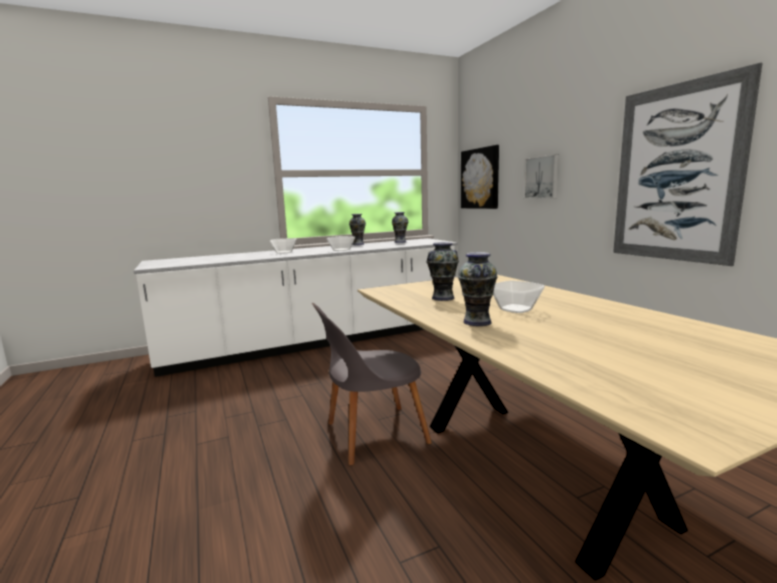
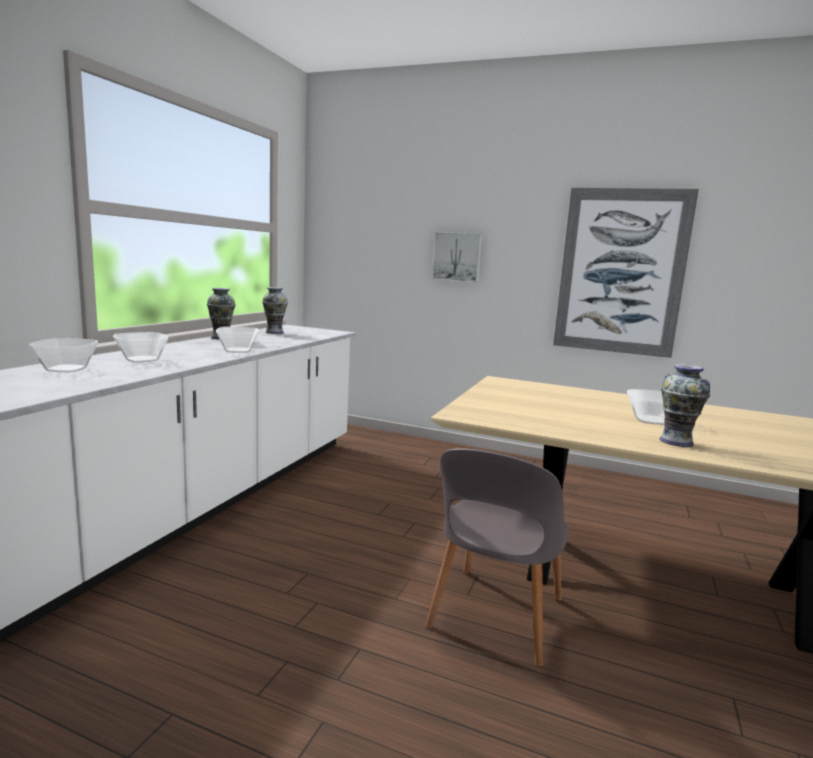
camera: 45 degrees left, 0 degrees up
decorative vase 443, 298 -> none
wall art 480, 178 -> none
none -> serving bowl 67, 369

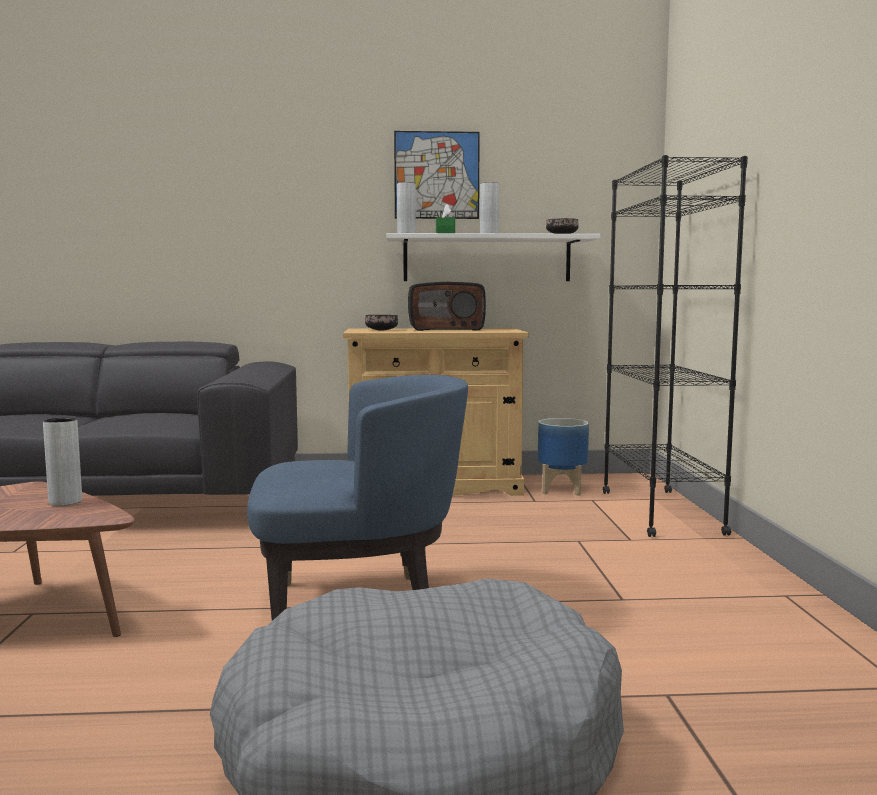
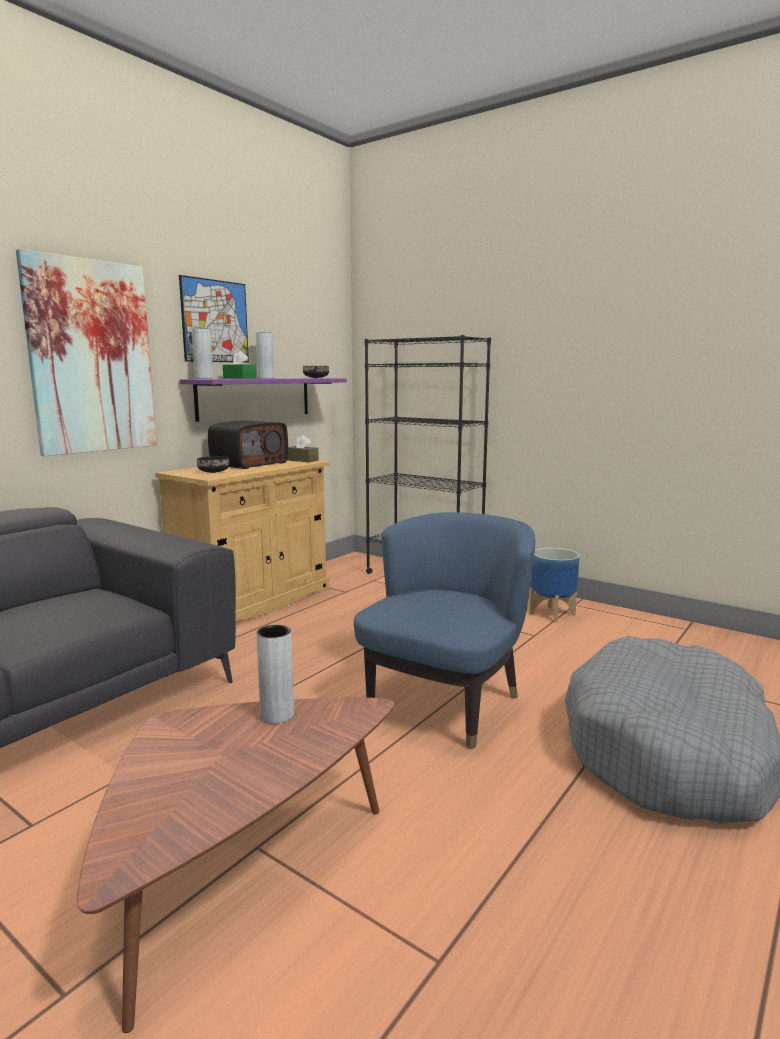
camera: 50 degrees left, 5 degrees up
wall shelf (white-coloured) 487, 259 -> wall shelf (purplish) 255, 398
flower pot 562, 490 -> flower pot 552, 613, move
none -> wall art 91, 357
none -> box of tissues (brownish) 302, 460

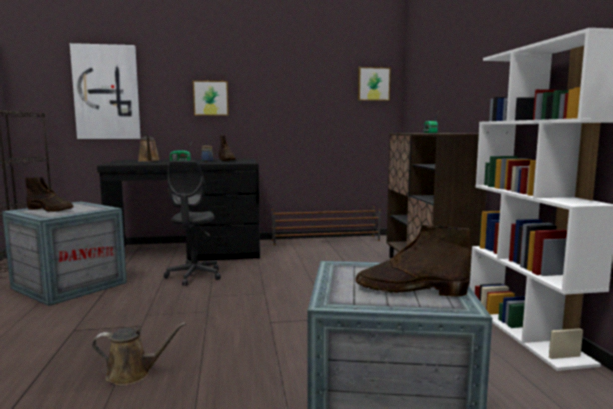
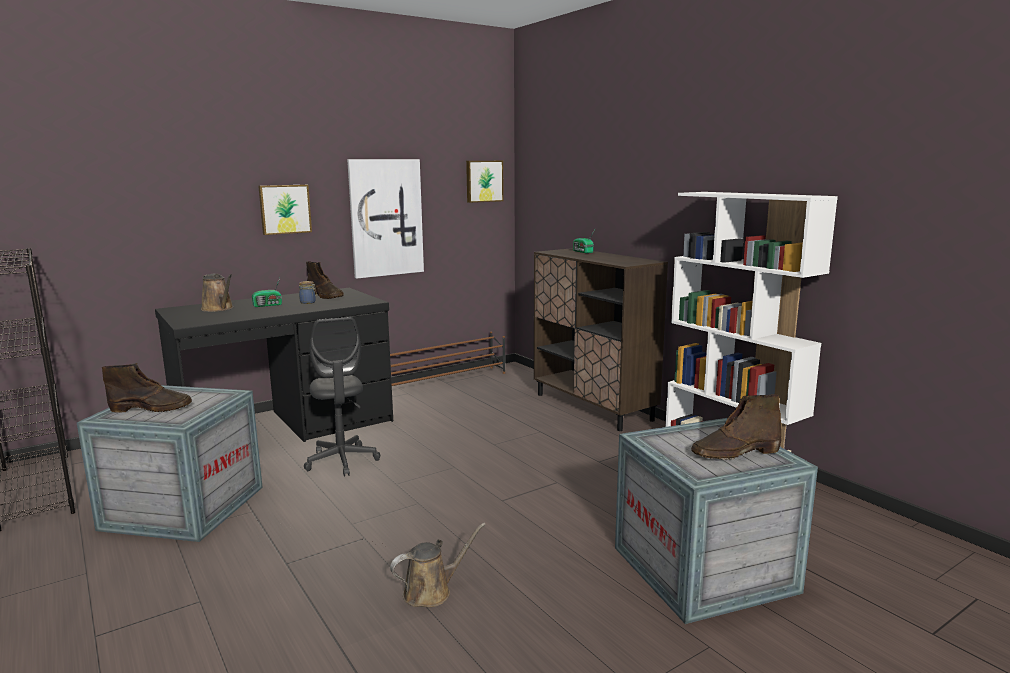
camera: 25 degrees left, 5 degrees up
wall art 106, 92 -> wall art 386, 218, move

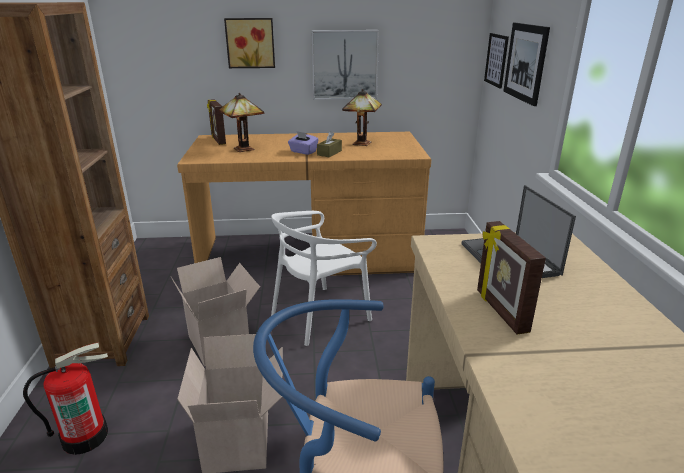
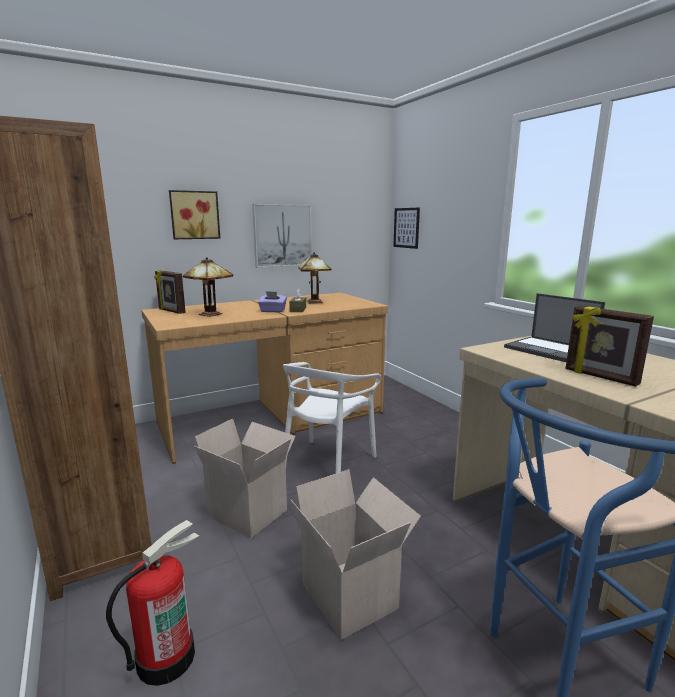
camera: 25 degrees left, 10 degrees down
wall art 525, 62 -> none

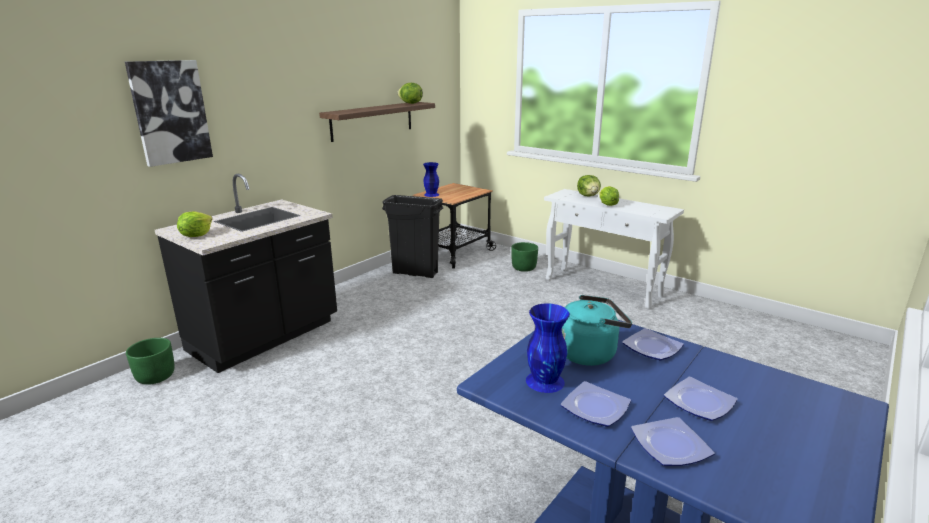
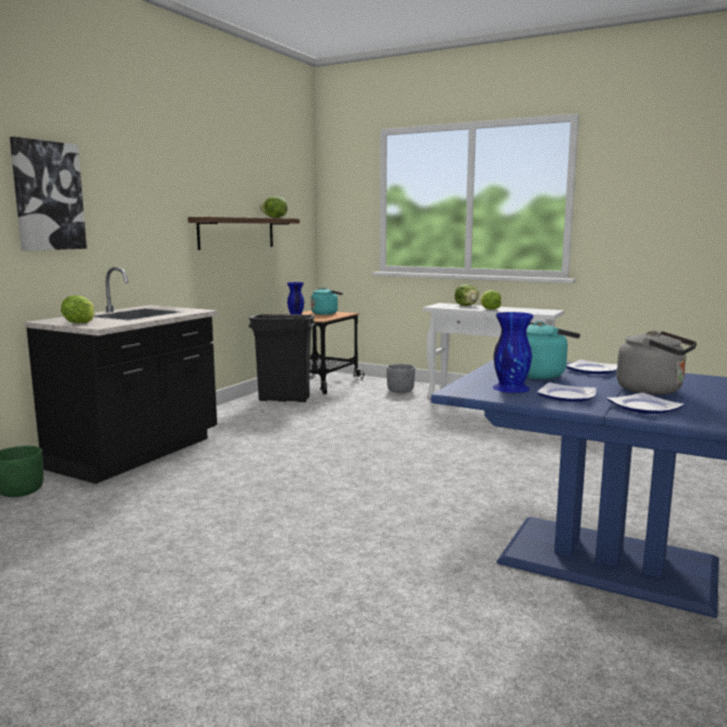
camera: 10 degrees left, 10 degrees down
flower pot (greenish) 524, 268 -> flower pot (grey) 400, 391
flat dish 699, 403 -> kettle (grey) 653, 390
none -> kettle (turquoise) 326, 313

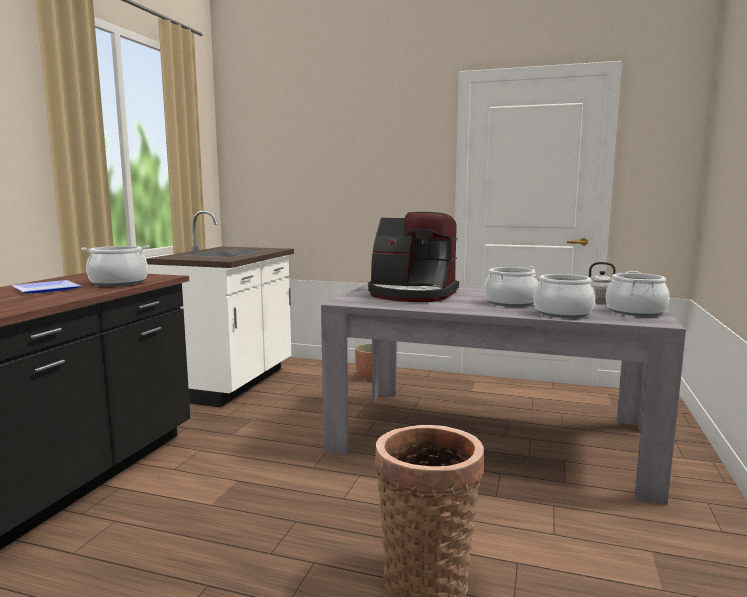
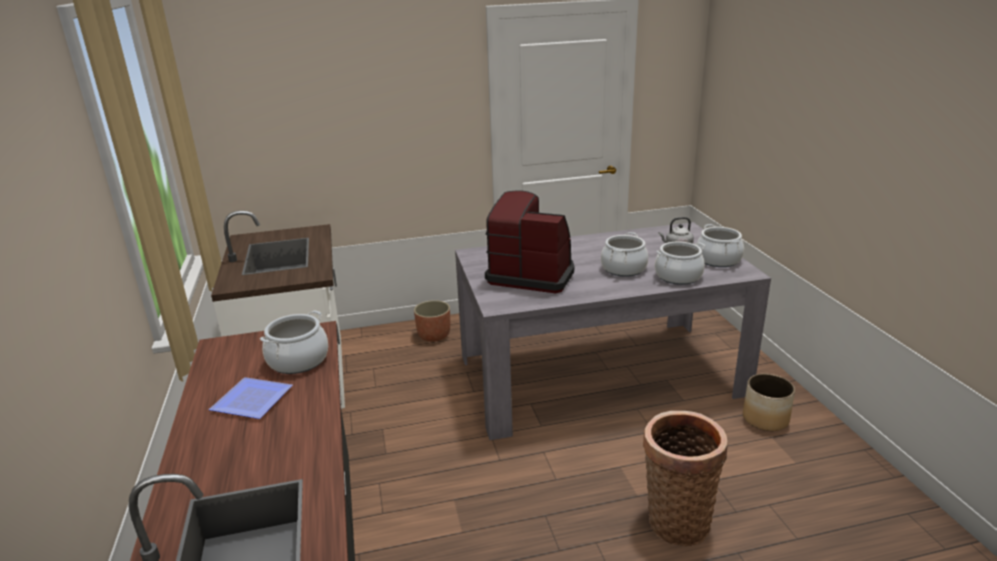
camera: 30 degrees left, 15 degrees up
coffee machine 412, 294 -> coffee machine 531, 275, 150 degrees counterclockwise
none -> flower pot 765, 419

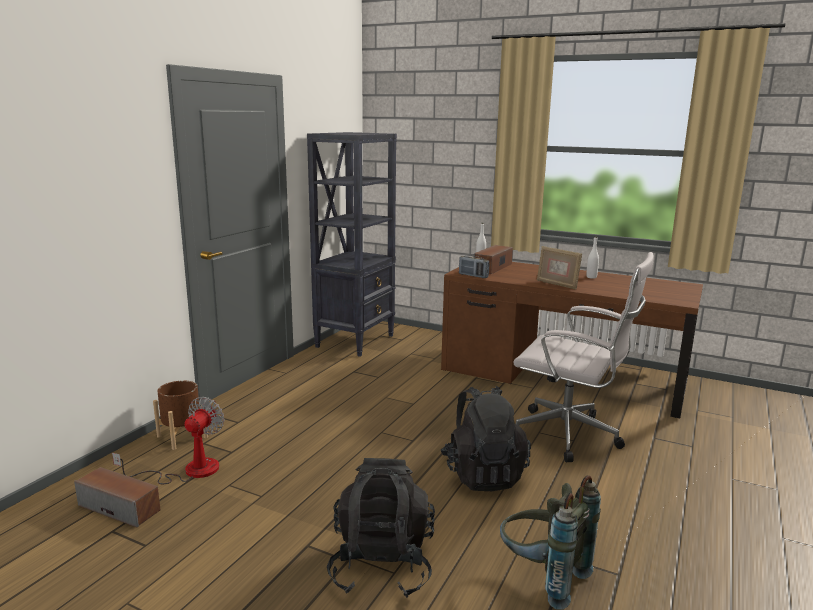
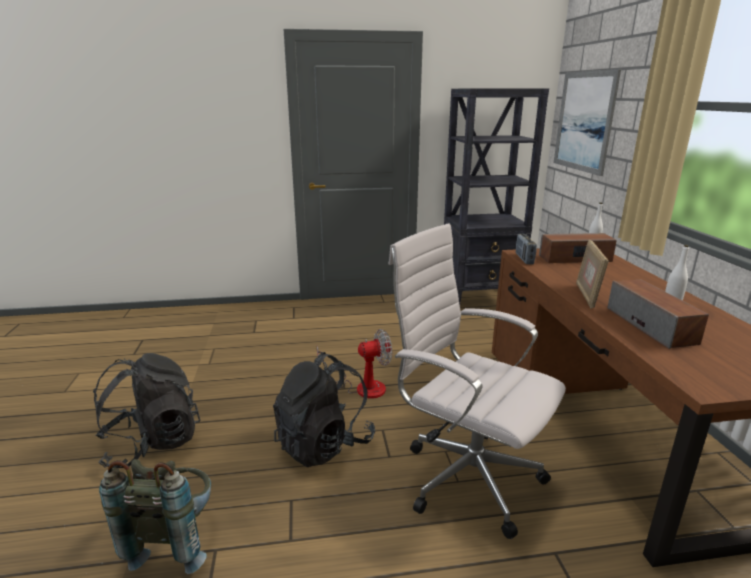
camera: 55 degrees right, 5 degrees up
audio speaker 119, 507 -> audio speaker 651, 325, move
fan 188, 471 -> fan 362, 386, move
flower pot (brownish) 182, 436 -> none
computer chair (white-coloured) 571, 436 -> computer chair (white-coloured) 465, 476, 135 degrees clockwise
none -> wall art 584, 121

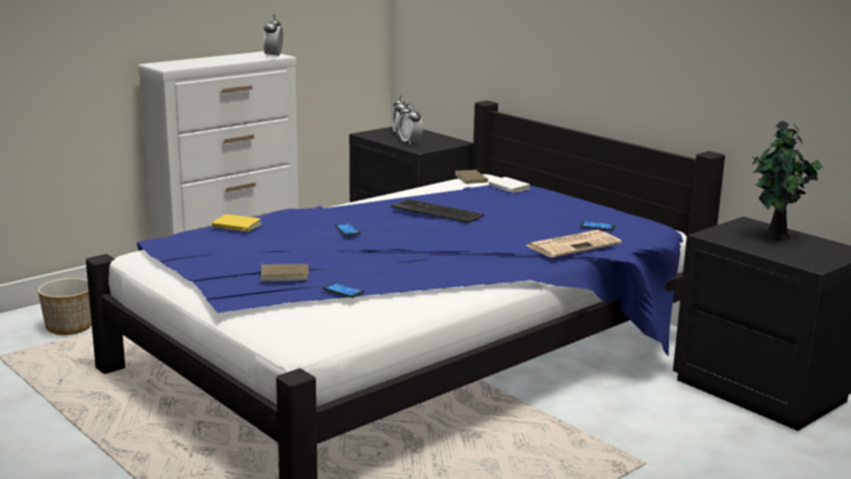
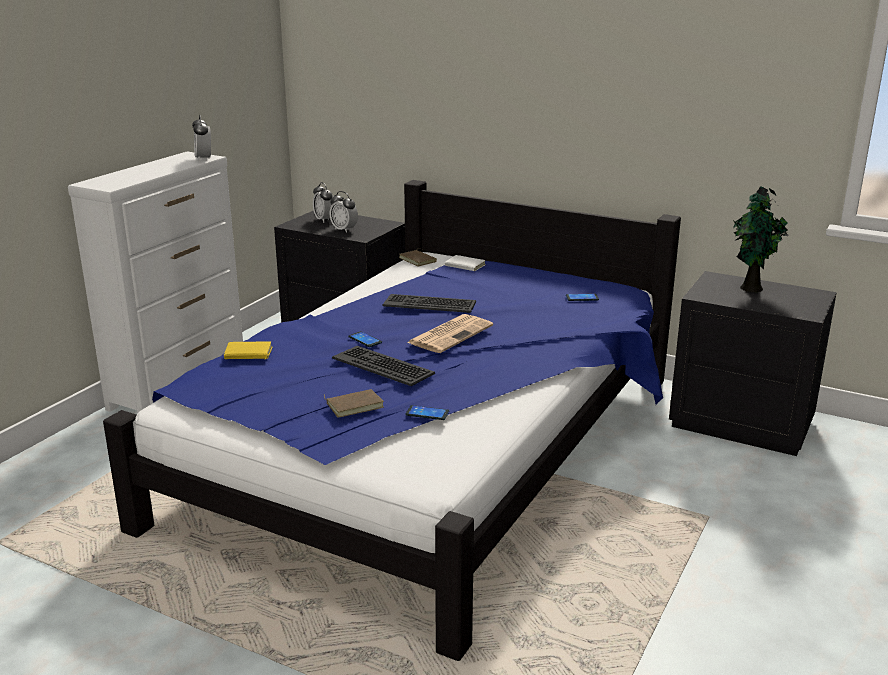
camera: 20 degrees left, 5 degrees up
flower pot 68, 327 -> none
printed paper 573, 245 -> printed paper 450, 334, move
none -> computer keyboard 383, 366

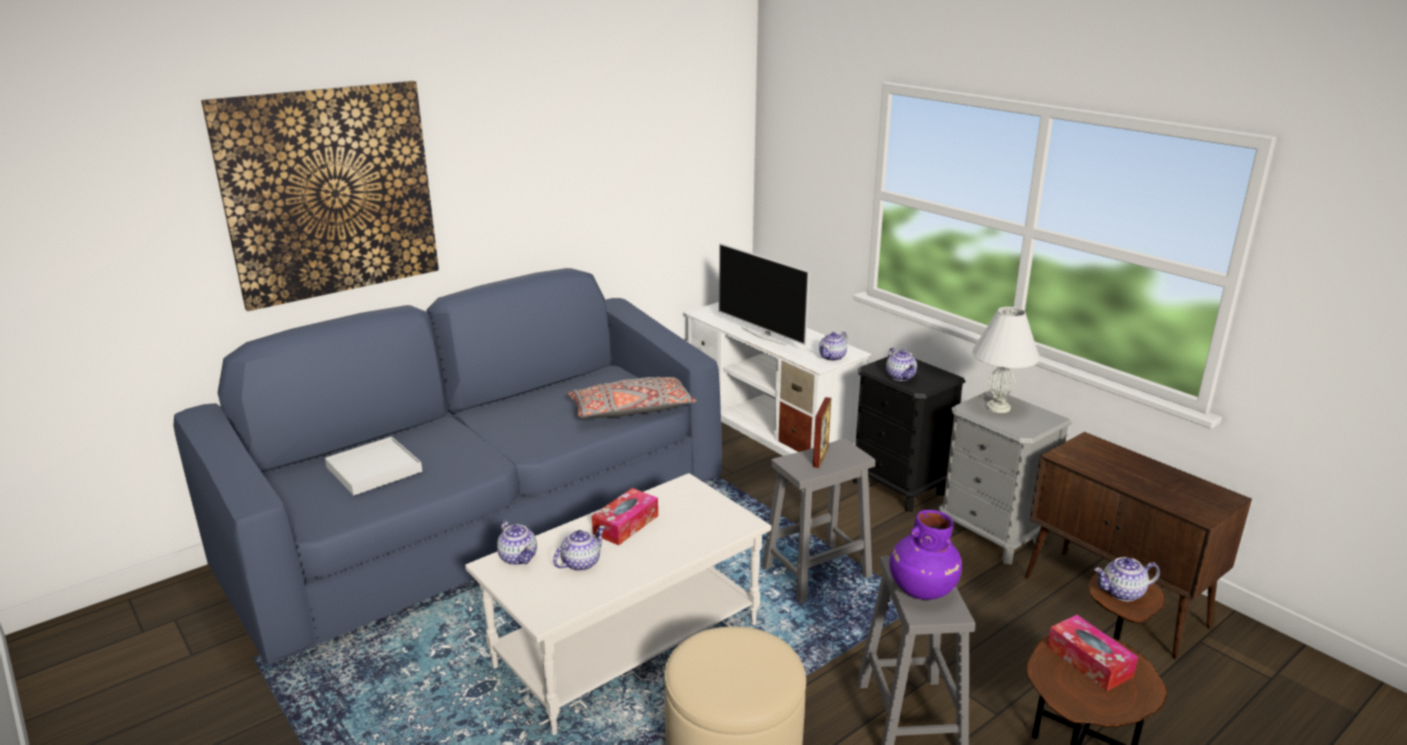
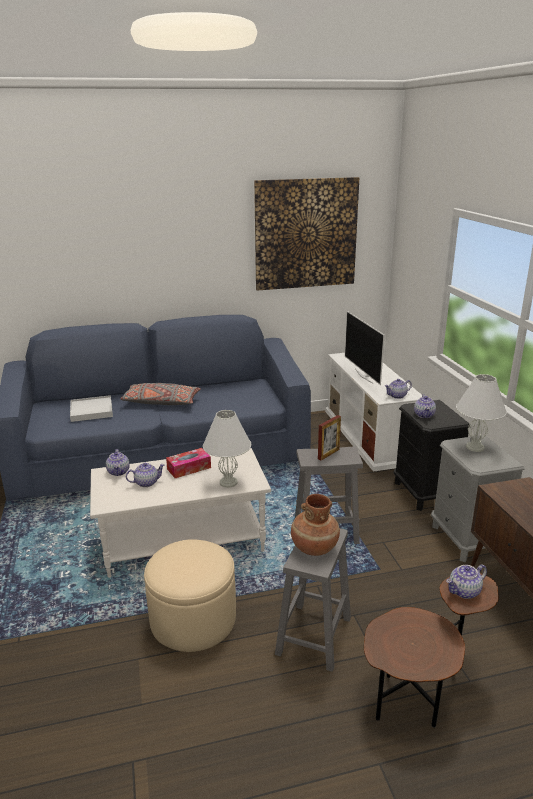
camera: 25 degrees right, 0 degrees up
wall art 330, 192 -> wall art 306, 234, move
cushion (grey) 631, 410 -> cushion (grey) 161, 402, move
decorative vase (purplish) 921, 588 -> decorative vase (brownish) 314, 547
box of tissues 1089, 661 -> none
pot for tea 1122, 593 -> pot for tea 464, 591, 45 degrees counterclockwise
none -> lamp for a table (white-coloured) 228, 482

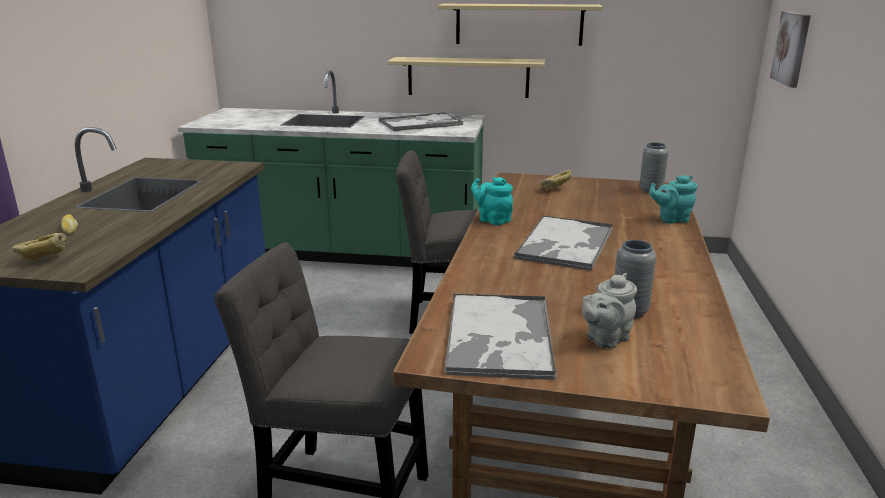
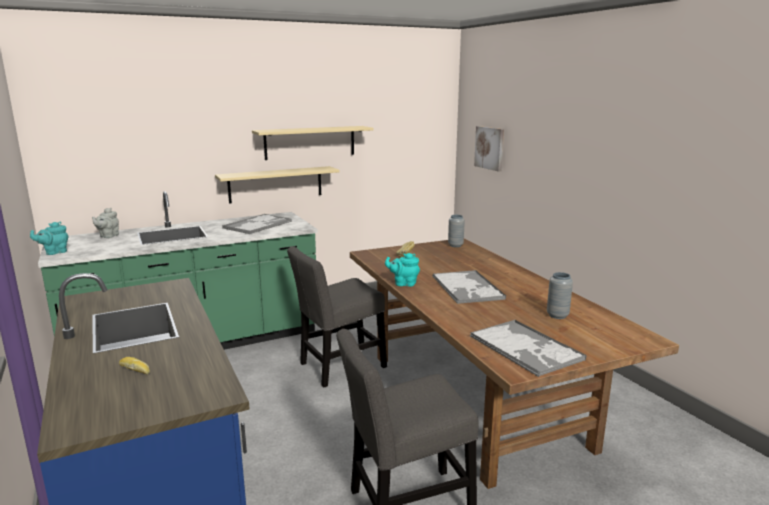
camera: 35 degrees left, 5 degrees down
bakery bread 44, 261 -> none
pot for tea (grey) 605, 339 -> pot for tea (grey) 108, 236, move
pot for tea (turquoise) 671, 219 -> pot for tea (turquoise) 54, 252, move

